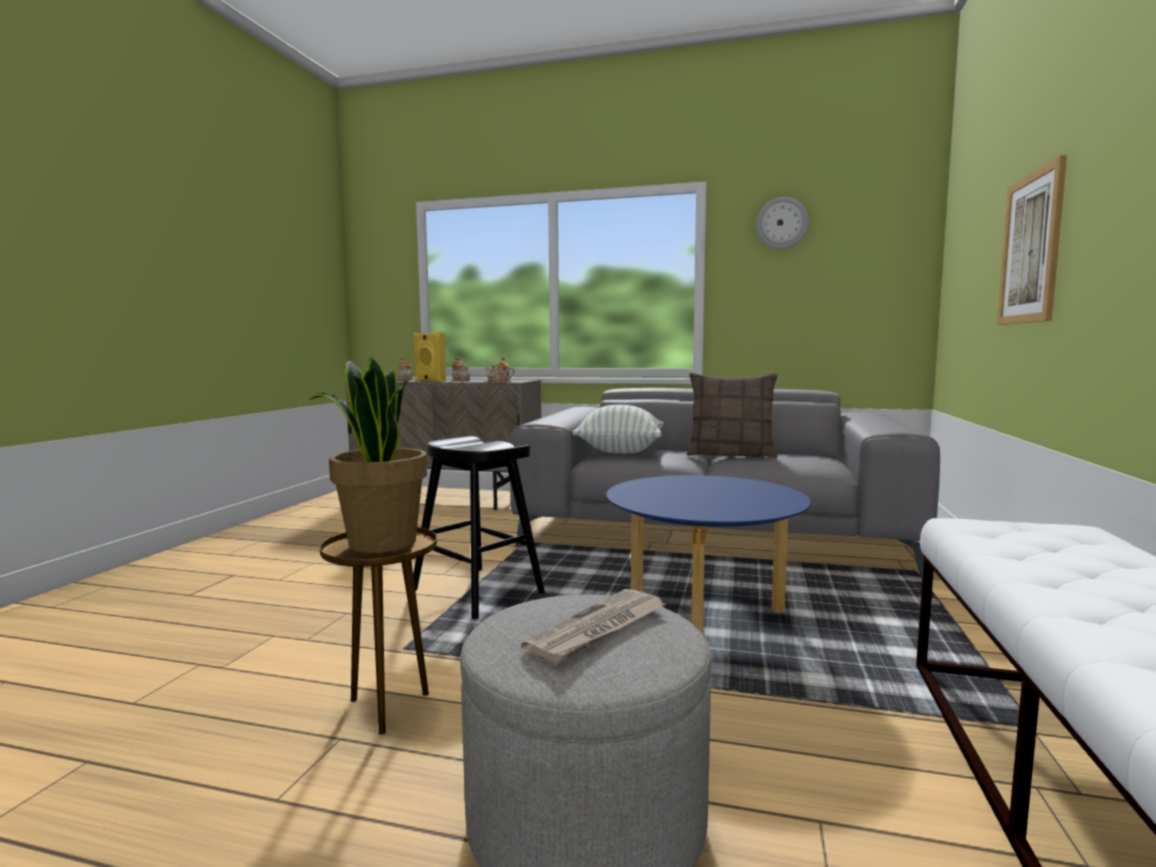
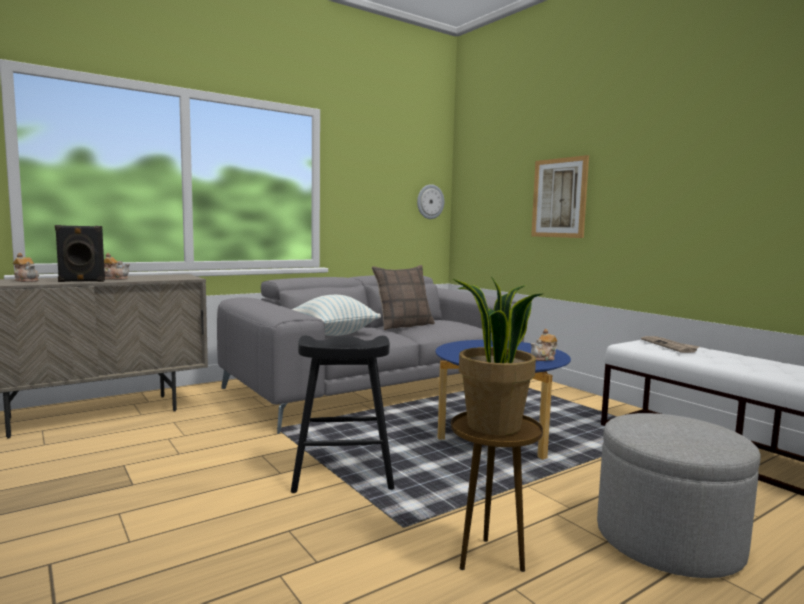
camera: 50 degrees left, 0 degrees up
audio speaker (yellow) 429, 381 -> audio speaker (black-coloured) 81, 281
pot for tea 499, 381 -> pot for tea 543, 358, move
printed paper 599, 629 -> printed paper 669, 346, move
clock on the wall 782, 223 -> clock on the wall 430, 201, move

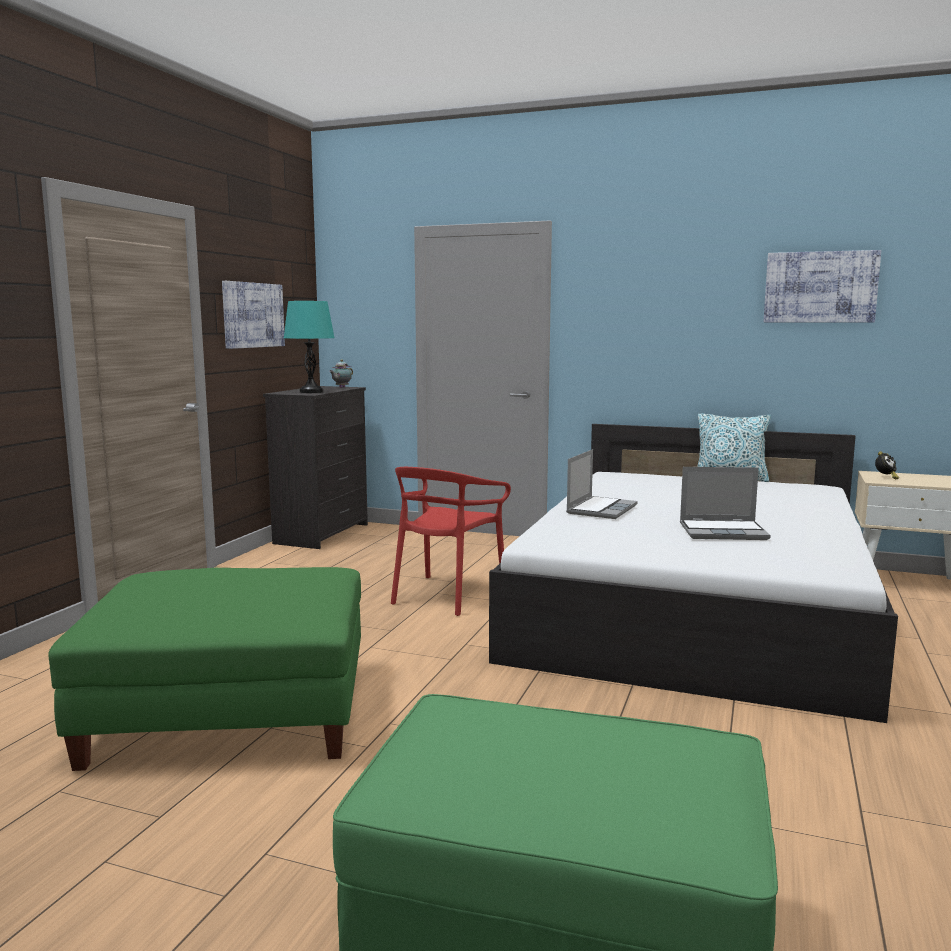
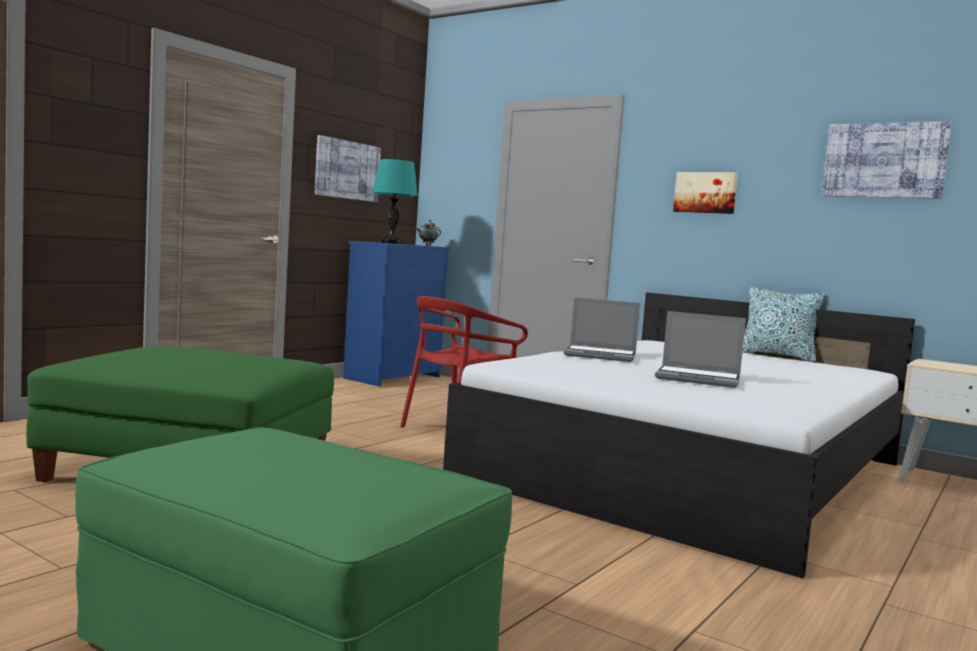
camera: 15 degrees right, 5 degrees down
drawer chest (black-coloured) 323, 533 -> drawer chest (blue-coloured) 394, 377
portable computer 601, 509 -> portable computer 601, 355, 60 degrees clockwise
alarm clock 885, 477 -> none
none -> wall art 705, 192

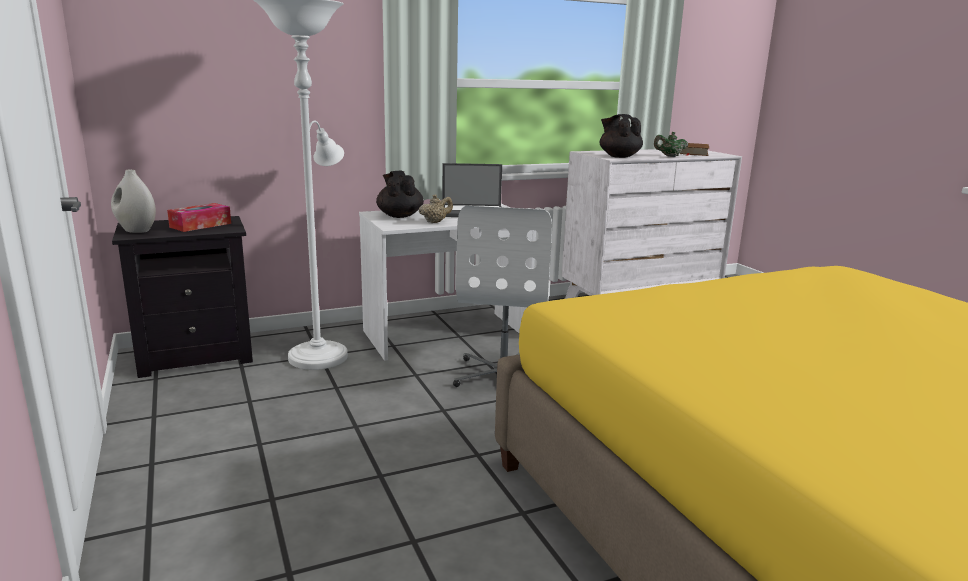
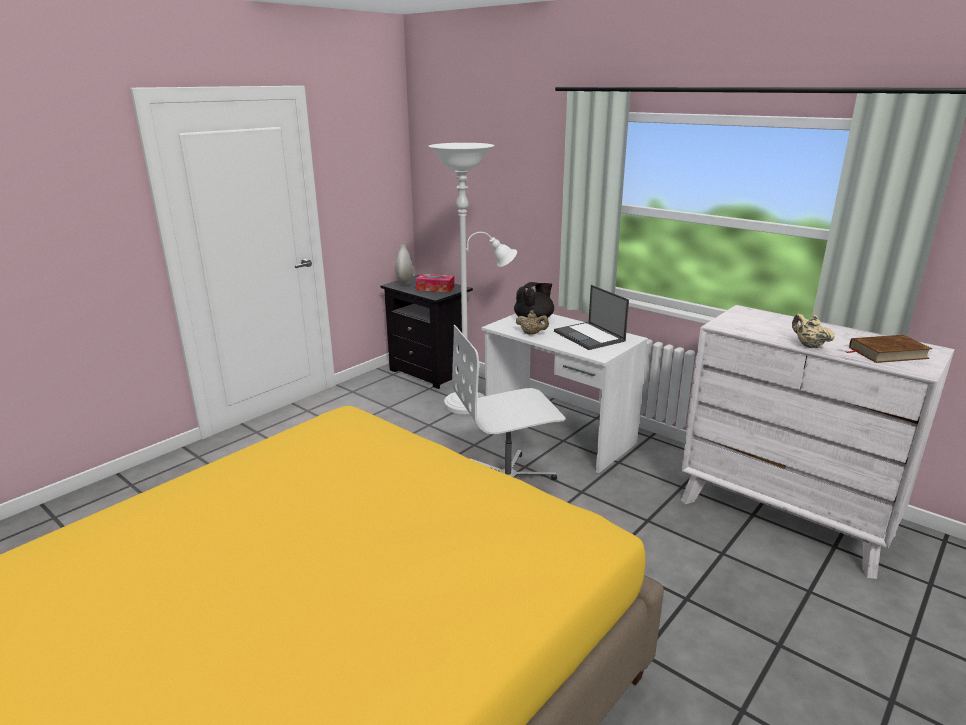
camera: 65 degrees right, 5 degrees up
pot for tea (black-coloured) 619, 156 -> none
pot for tea (greenish) 669, 156 -> pot for tea (beige) 808, 345

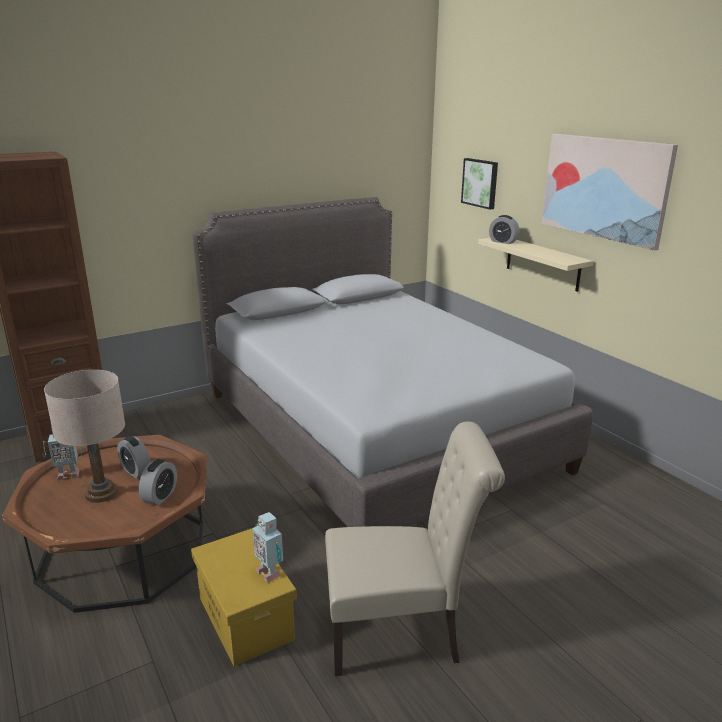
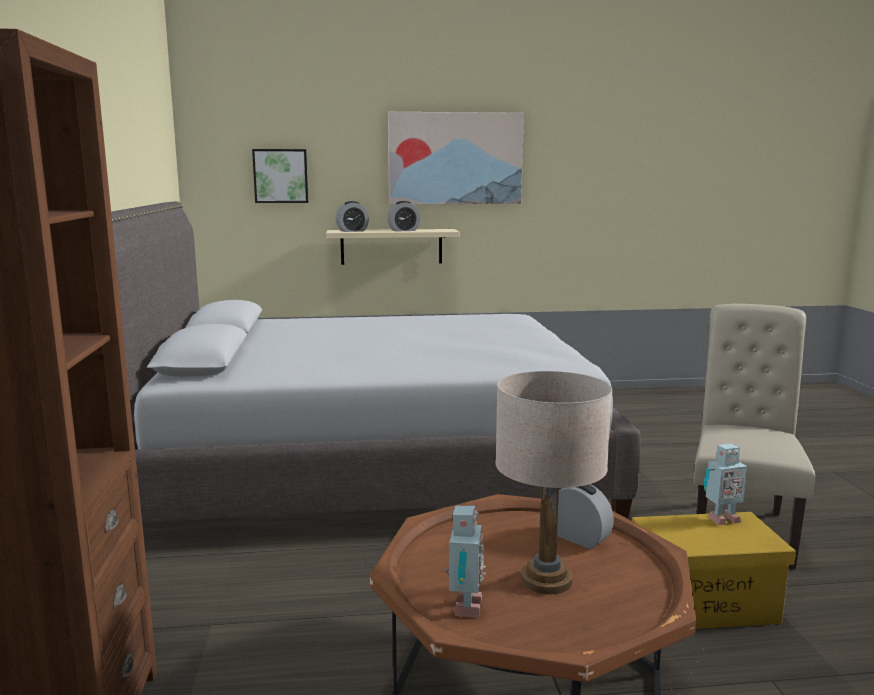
camera: 65 degrees left, 10 degrees down
alarm clock 136, 471 -> alarm clock 404, 230, move

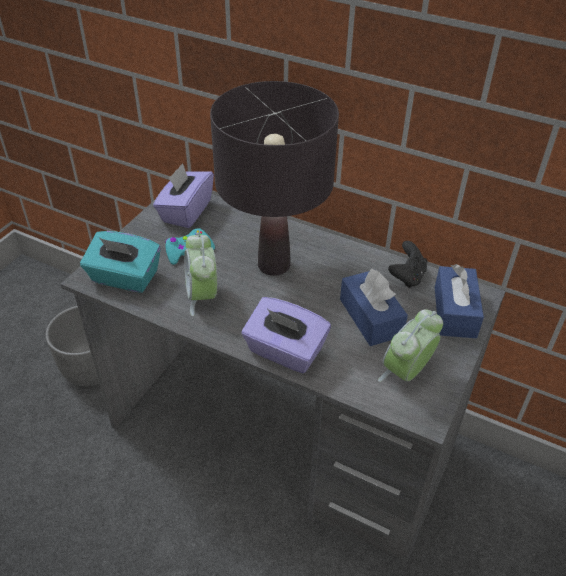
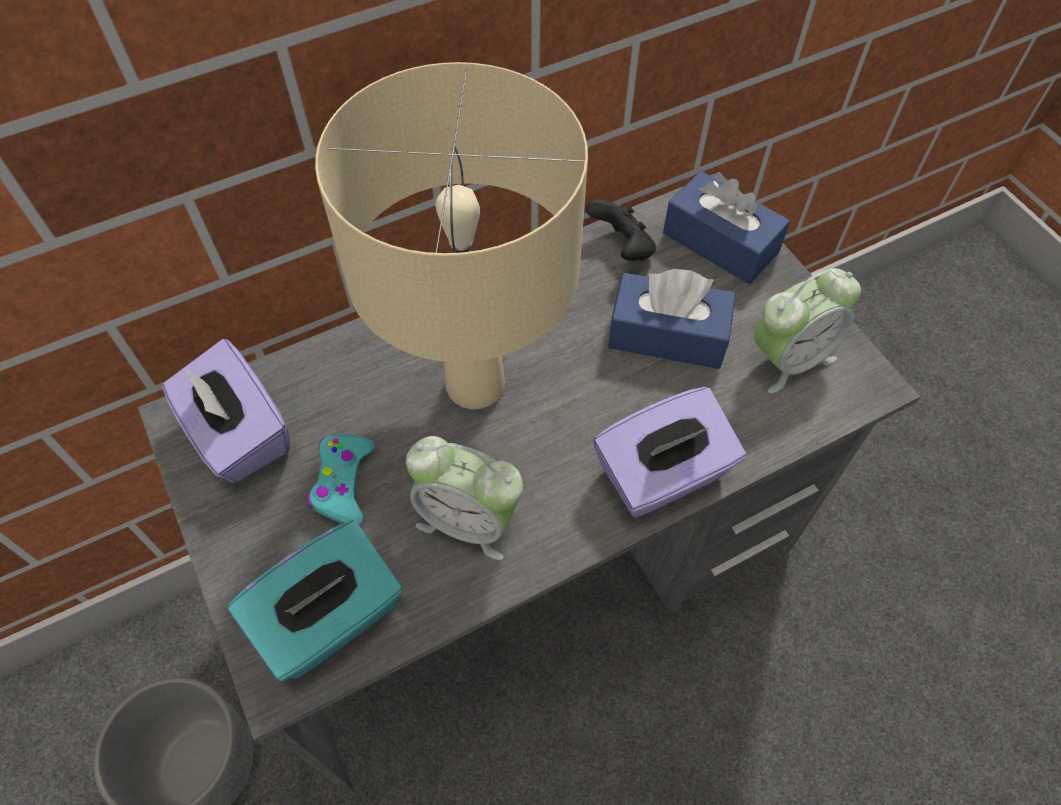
camera: 55 degrees left, 15 degrees up
lamp for a table (black-coloured) 274, 265 -> lamp for a table (beige) 476, 385
alarm clock 406, 372 -> alarm clock 789, 359, 105 degrees counterclockwise

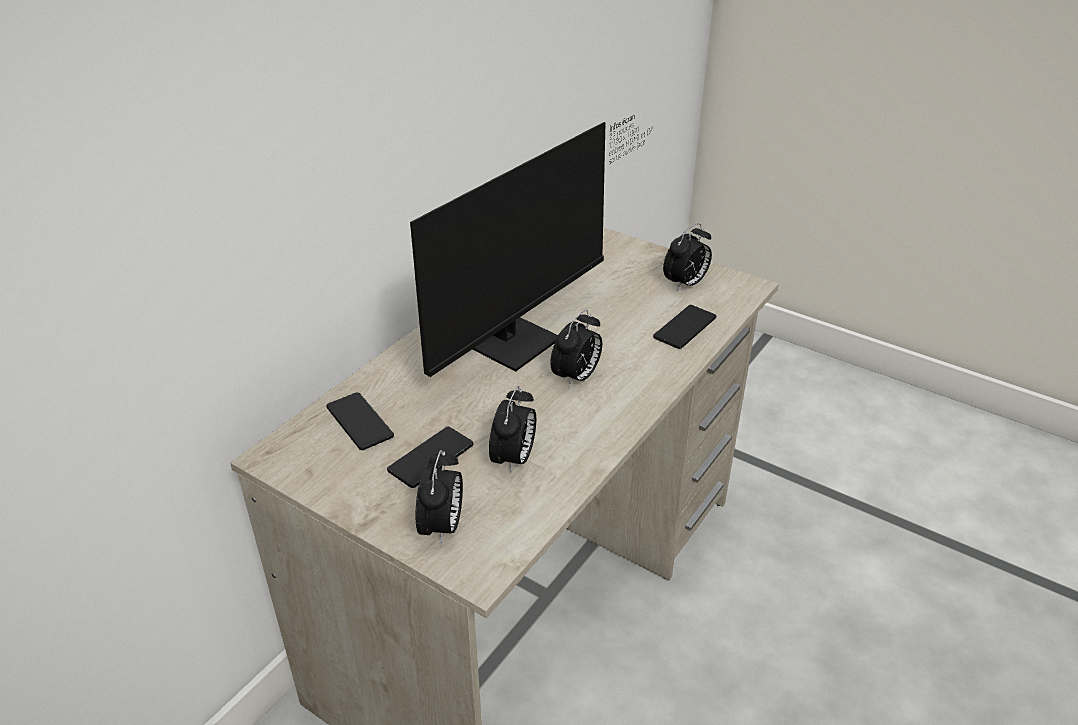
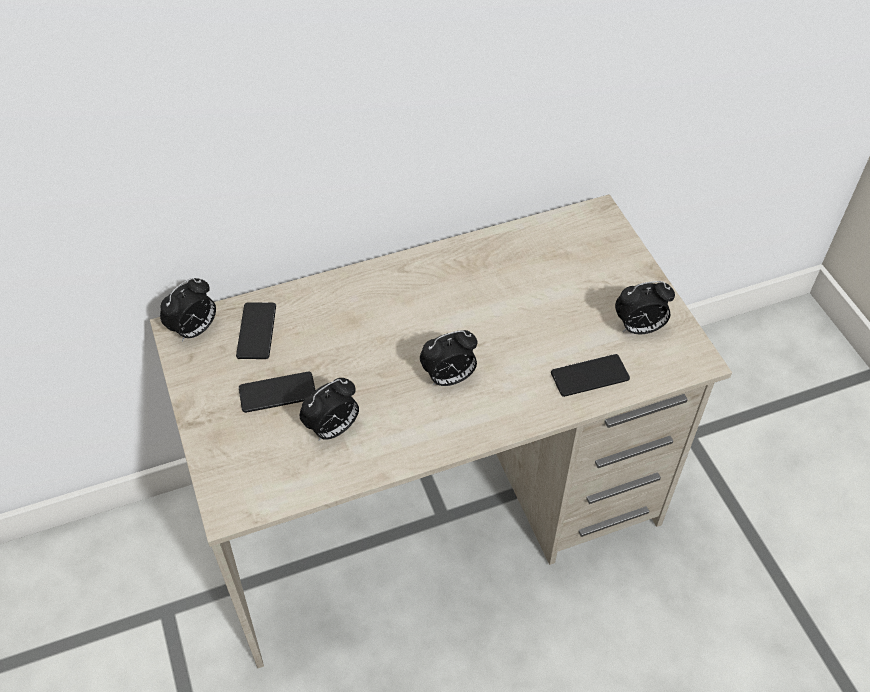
camera: 35 degrees right, 15 degrees up
computer display 523, 337 -> none
alarm clock 442, 527 -> alarm clock 194, 330, move

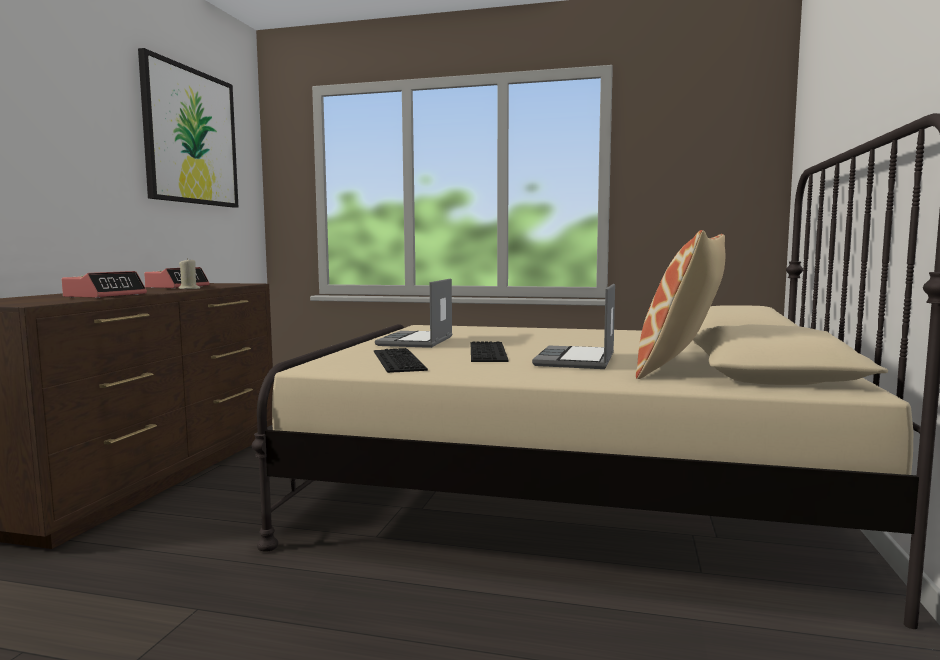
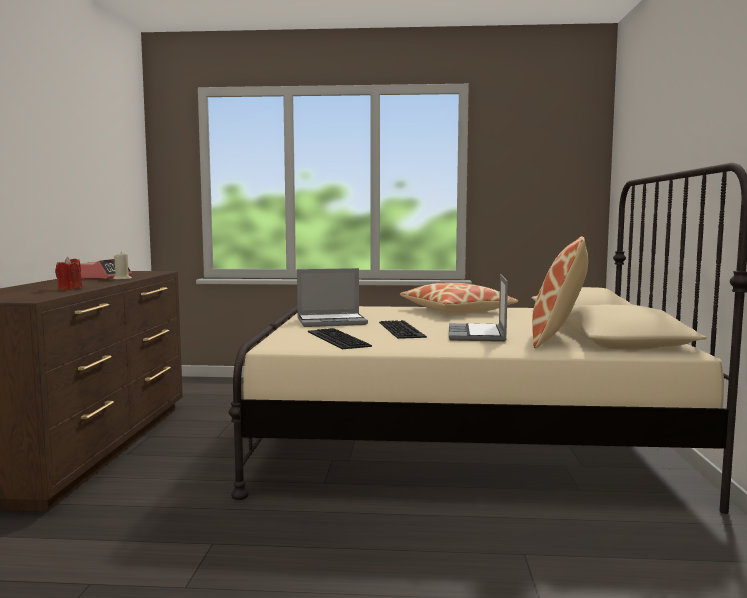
camera: 10 degrees left, 0 degrees up
alarm clock 106, 296 -> wax candle (red) 69, 288
wall art 191, 136 -> none
portable computer 416, 341 -> portable computer 332, 322, 105 degrees counterclockwise
none -> cushion 456, 310

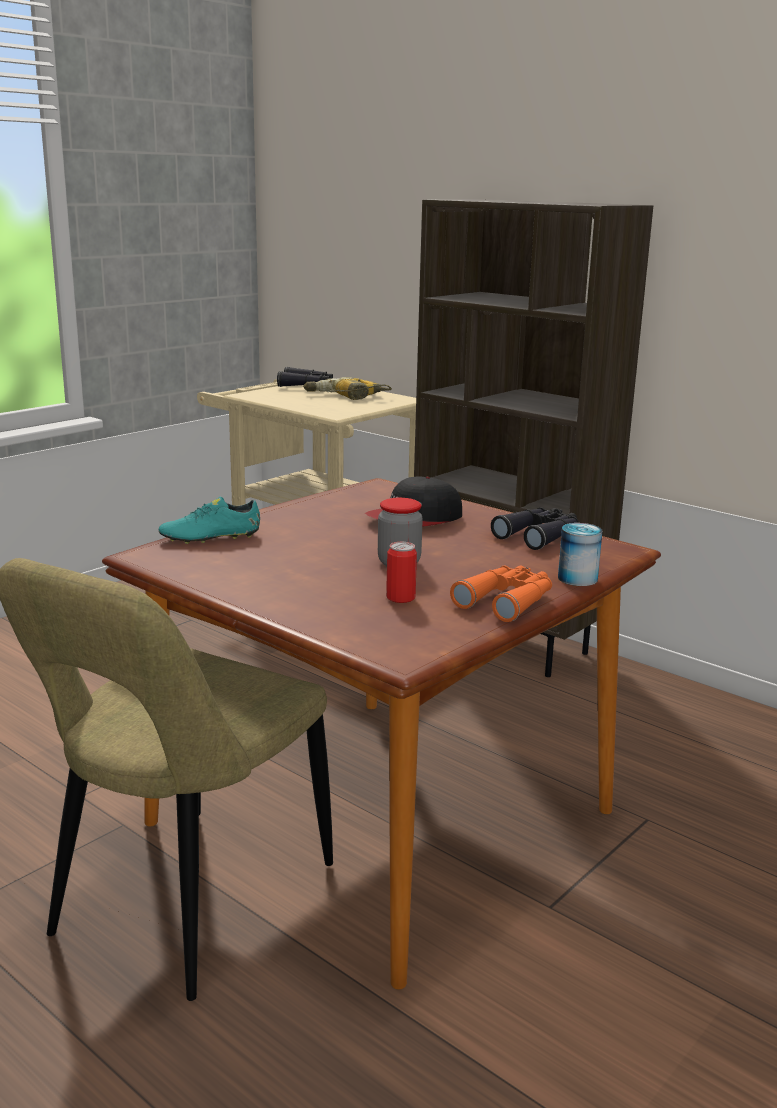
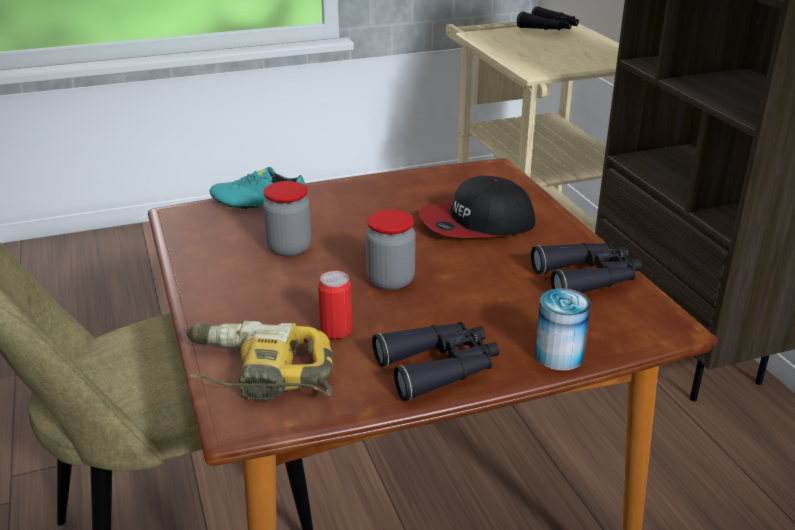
camera: 30 degrees right, 10 degrees up
drill 346, 396 -> drill 257, 375, move
field glasses (orangey) 507, 601 -> field glasses (black-coloured) 439, 368
none -> storage jar 289, 248

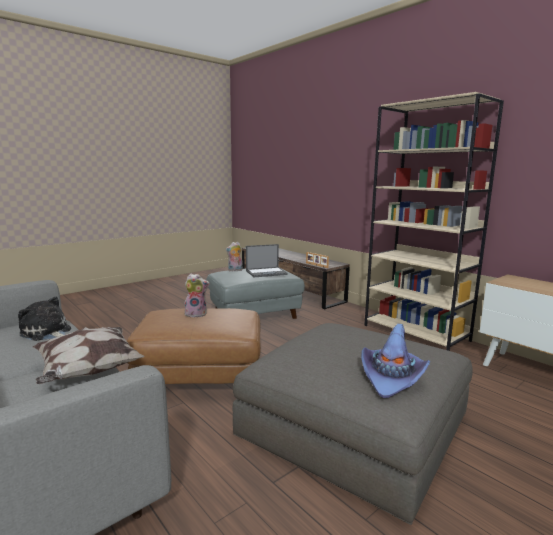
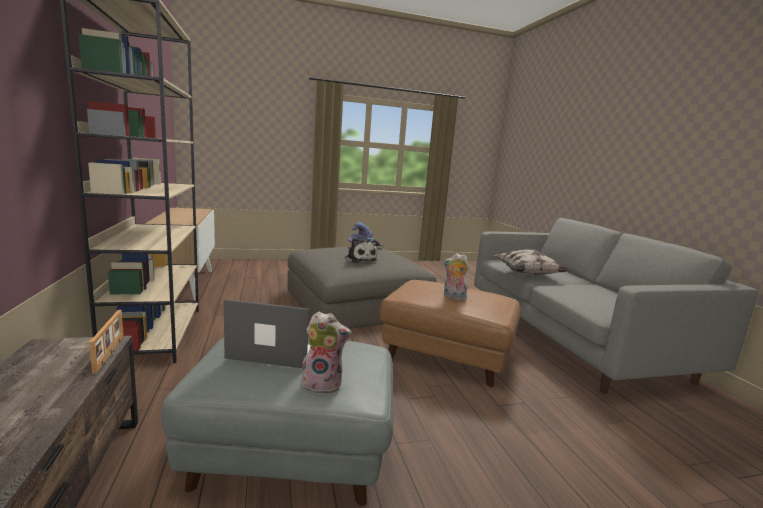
camera: 155 degrees left, 0 degrees up
cuddly toy 47, 333 -> cuddly toy 360, 259, move

